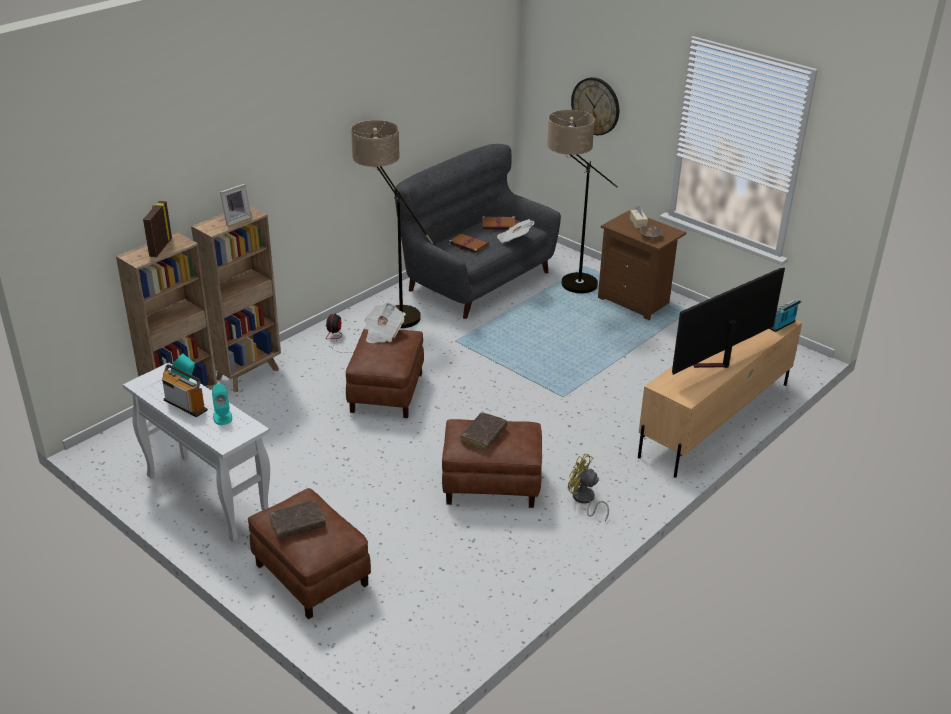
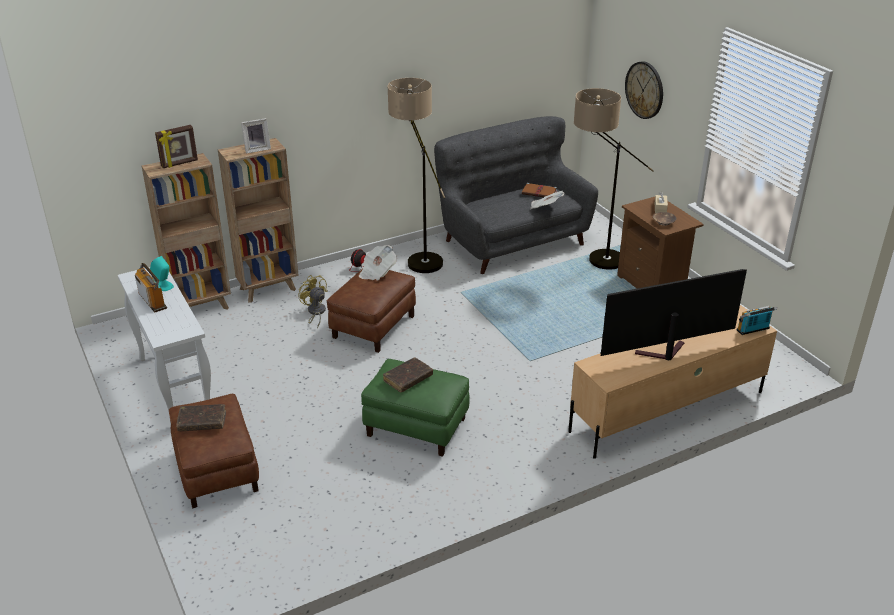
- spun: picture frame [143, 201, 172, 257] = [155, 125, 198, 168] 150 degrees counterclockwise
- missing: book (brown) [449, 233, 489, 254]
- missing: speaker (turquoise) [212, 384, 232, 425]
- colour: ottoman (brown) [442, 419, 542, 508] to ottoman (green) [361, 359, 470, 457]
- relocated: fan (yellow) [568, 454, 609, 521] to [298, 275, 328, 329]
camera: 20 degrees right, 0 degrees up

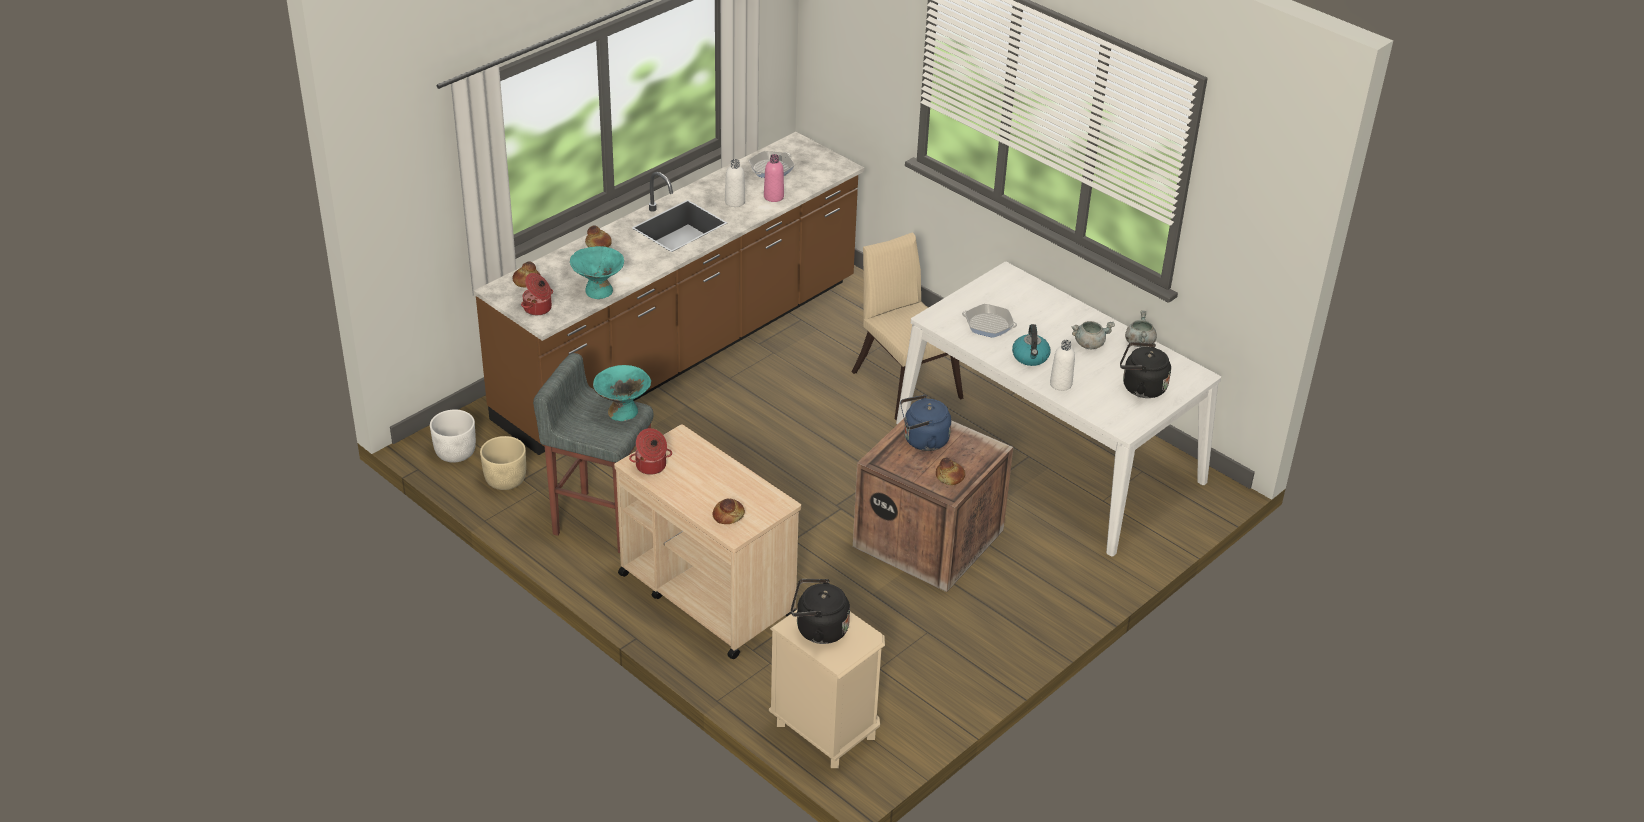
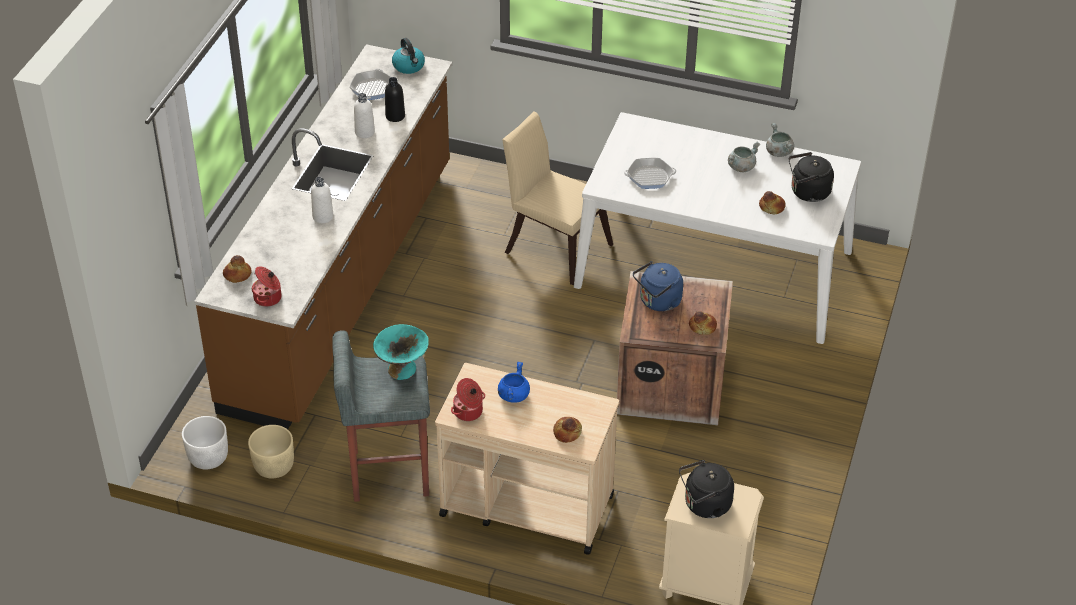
- colour: bottle (pink) [764, 154, 784, 202] to bottle (black) [385, 77, 405, 122]
- relocated: bread [585, 225, 612, 247] to [759, 191, 786, 214]
- missing: bowl (turquoise) [570, 246, 624, 299]
- relocated: kettle [1012, 324, 1051, 366] to [392, 38, 425, 74]
- relocated: bottle (white) [1050, 340, 1075, 391] to [311, 177, 334, 223]
- appeared: cooking pot (blue) [498, 362, 530, 403]
camera: 25 degrees left, 5 degrees up

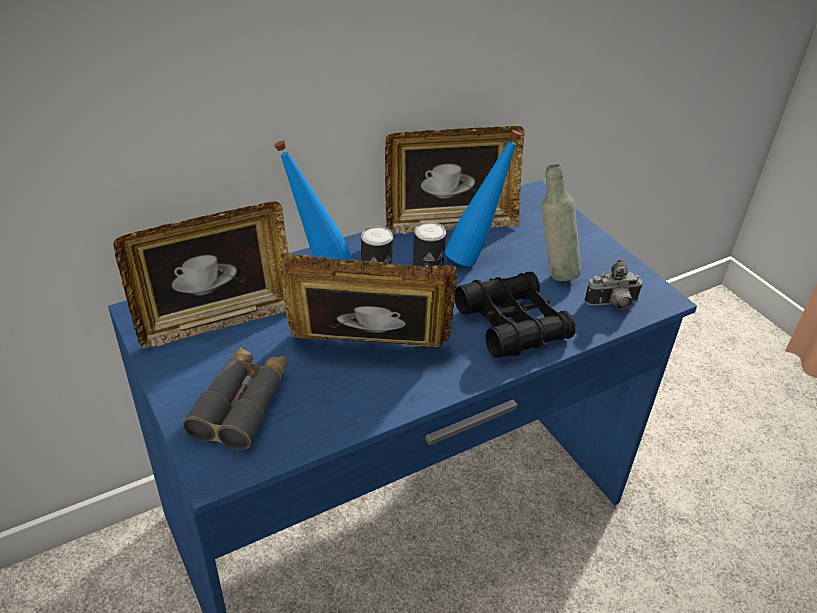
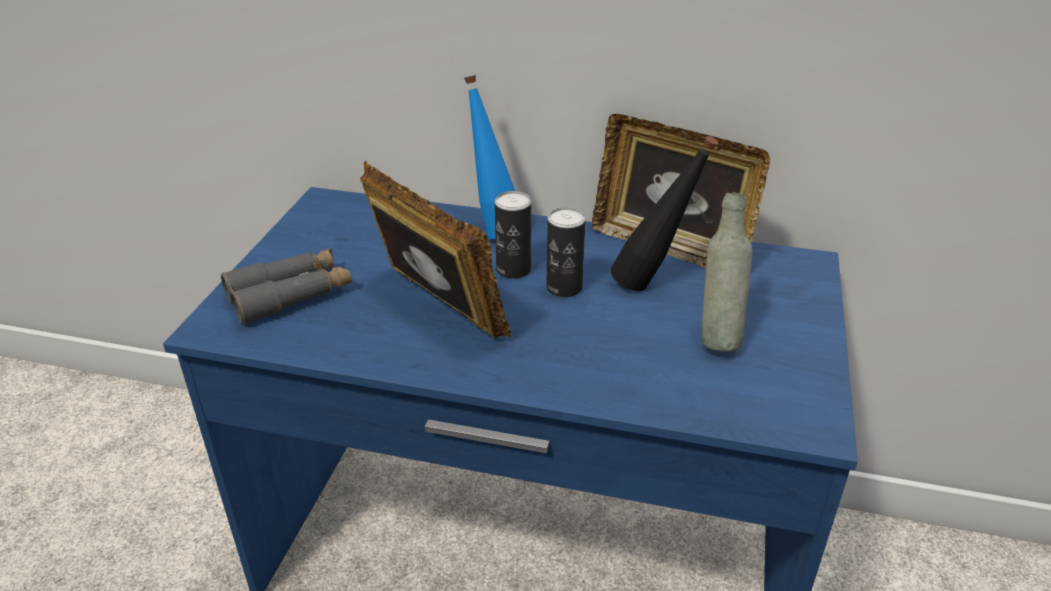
- colour: bottle (blue) [445, 130, 522, 266] to bottle (black) [611, 136, 718, 291]
- missing: picture frame [114, 202, 289, 349]
- missing: photo camera [585, 259, 643, 309]
- missing: binoculars (black) [455, 271, 575, 358]
camera: 45 degrees right, 5 degrees down

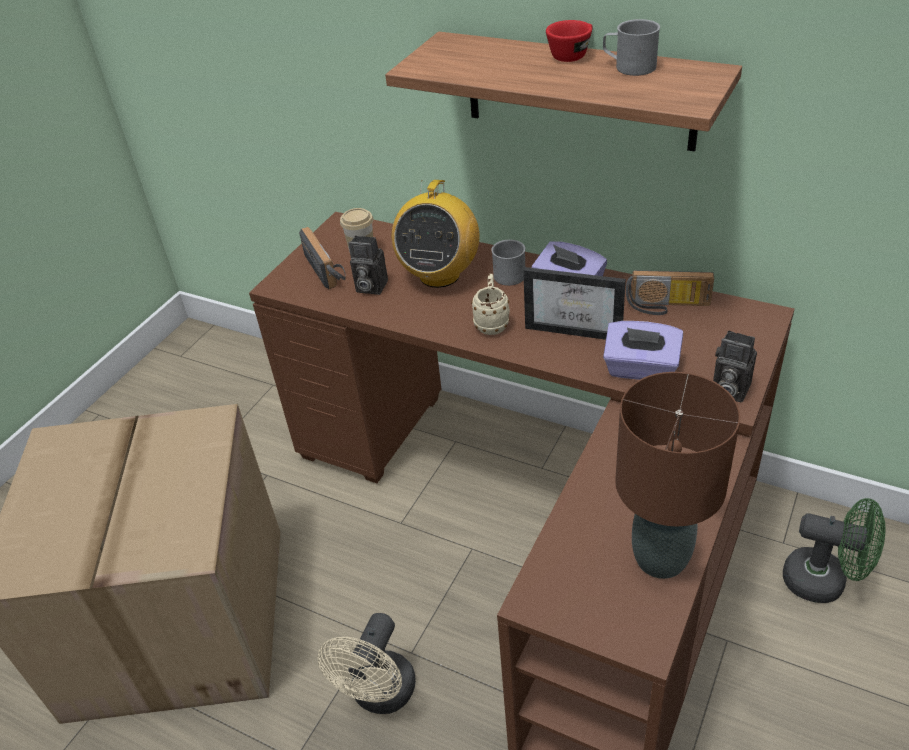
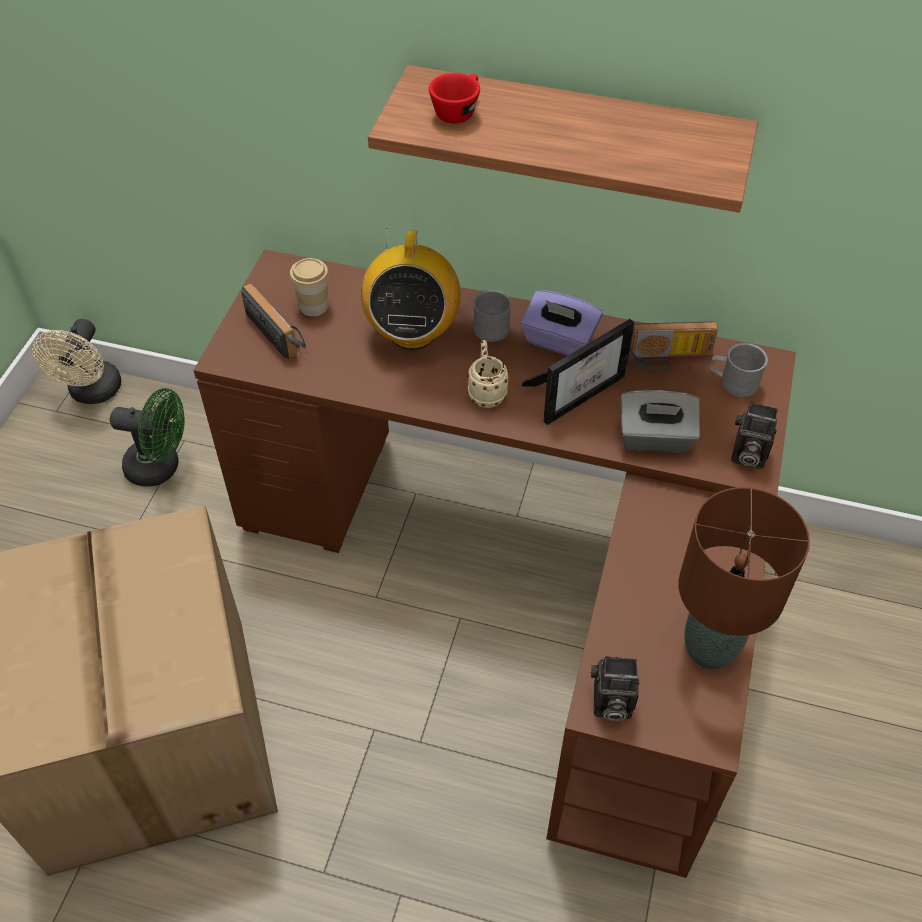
- relocated: mug (grey) [603, 19, 660, 76] to [710, 343, 768, 397]
- relocated: cup (red) [546, 20, 593, 62] to [429, 73, 480, 124]
- relocated: photo camera [349, 235, 388, 295] to [591, 656, 640, 721]
- spun: picture frame [523, 267, 626, 340] = [522, 319, 634, 425] 45 degrees counterclockwise
- colour: tissue box (purple) [603, 321, 683, 380] to tissue box (grey) [621, 390, 700, 453]
- relocated: fan (green) [783, 498, 885, 603] to [110, 388, 185, 487]
- relocated: fan (beige) [318, 613, 416, 714] to [32, 319, 121, 404]
camera: 15 degrees left, 10 degrees up

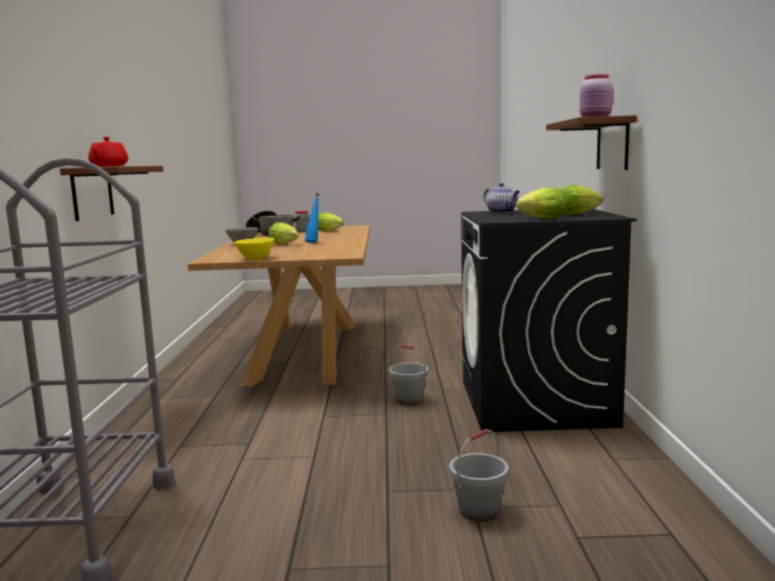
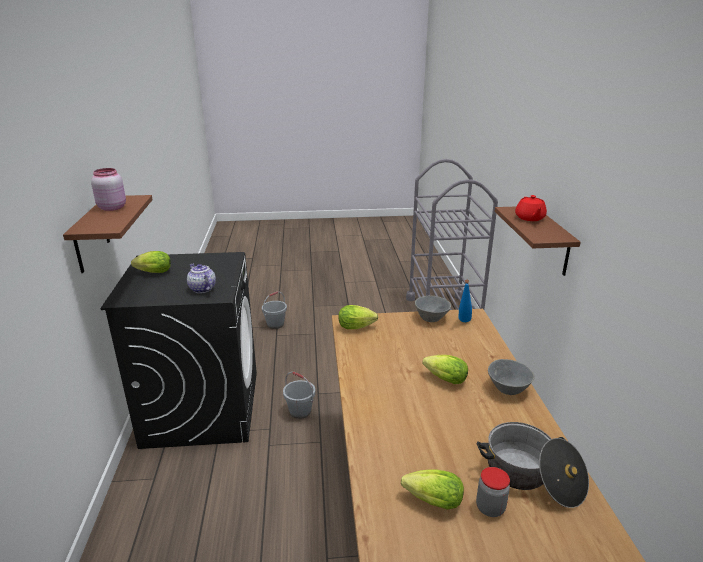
- relocated: lettuce [516, 188, 566, 219] to [339, 305, 378, 329]
- relocated: bottle (blue) [305, 193, 319, 243] to [459, 280, 472, 322]
- colour: bowl (yellow) [234, 238, 274, 260] to bowl (grey) [415, 296, 451, 322]
camera: 175 degrees right, 15 degrees up

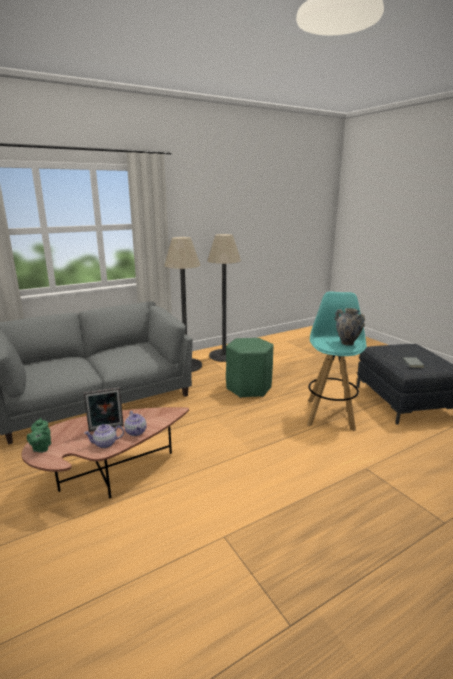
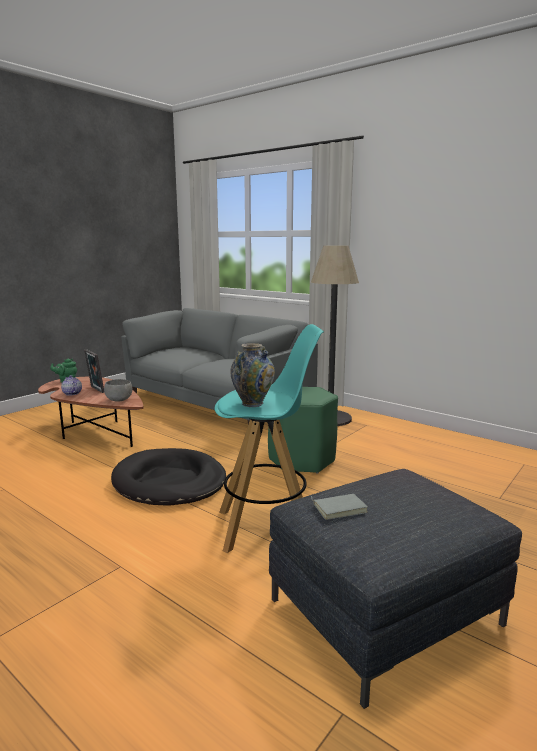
- missing: floor lamp [207, 234, 241, 362]
- missing: teapot [124, 411, 147, 436]
- appeared: bowl (grey) [104, 379, 132, 402]
- appeared: dog bed (black) [111, 448, 226, 506]
camera: 70 degrees right, 5 degrees down

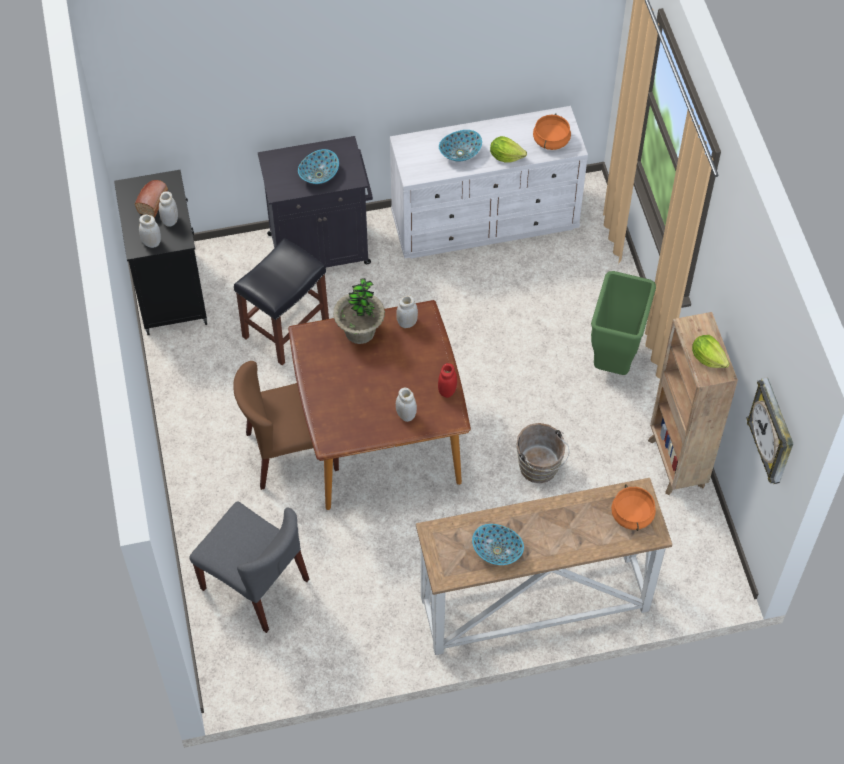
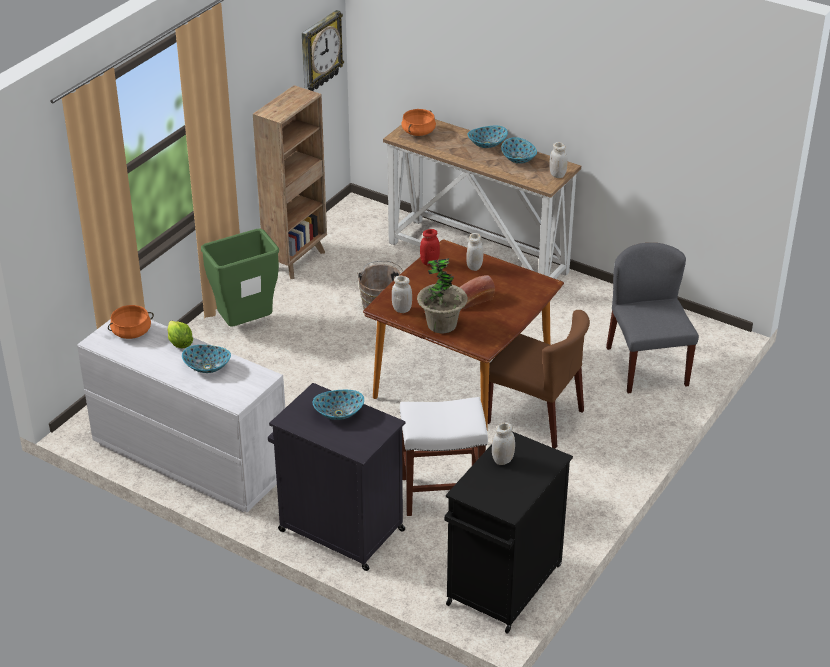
- relocated: bread [135, 180, 168, 218] to [460, 275, 495, 309]
- relocated: jar (white) [139, 214, 161, 248] to [549, 142, 567, 178]
- colour: stool (black) [234, 238, 329, 365] to stool (white) [400, 397, 488, 516]
- missing: lettuce [692, 335, 730, 368]
- appeared: bowl [467, 126, 508, 148]
camera: 135 degrees left, 20 degrees down

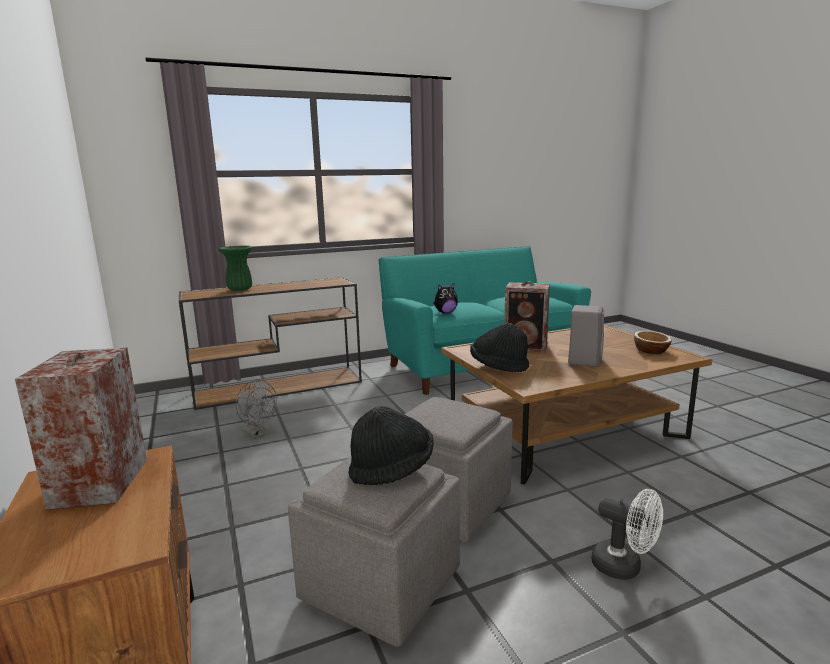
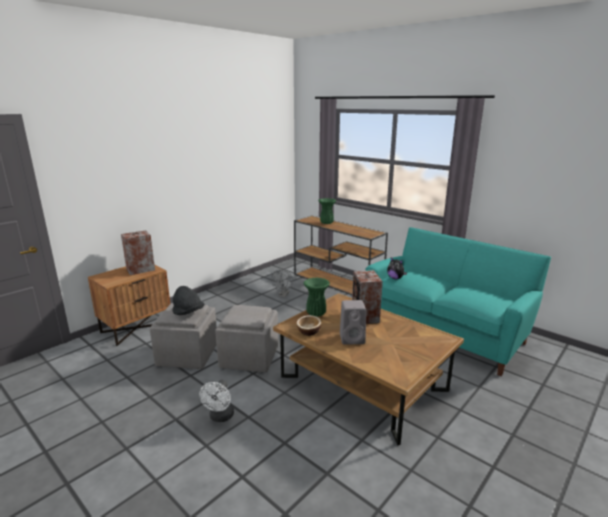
- exchanged: hat (black) [470, 323, 529, 372] to vase (green) [303, 277, 330, 317]
- relocated: bowl [634, 331, 672, 354] to [297, 315, 321, 336]
camera: 65 degrees right, 5 degrees up

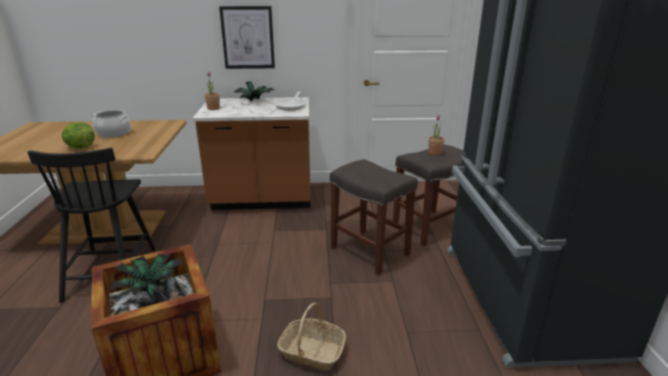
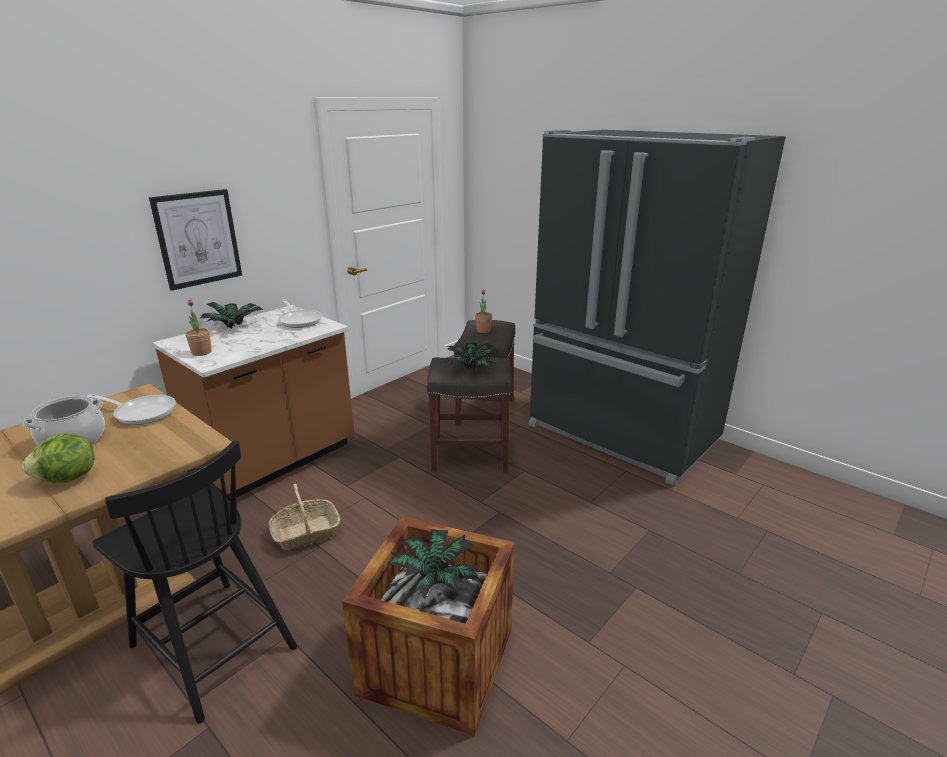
- relocated: basket [277, 302, 346, 371] to [269, 484, 340, 550]
- appeared: potted plant [448, 342, 499, 370]
- appeared: frying pan [87, 394, 176, 425]
camera: 45 degrees left, 0 degrees up

